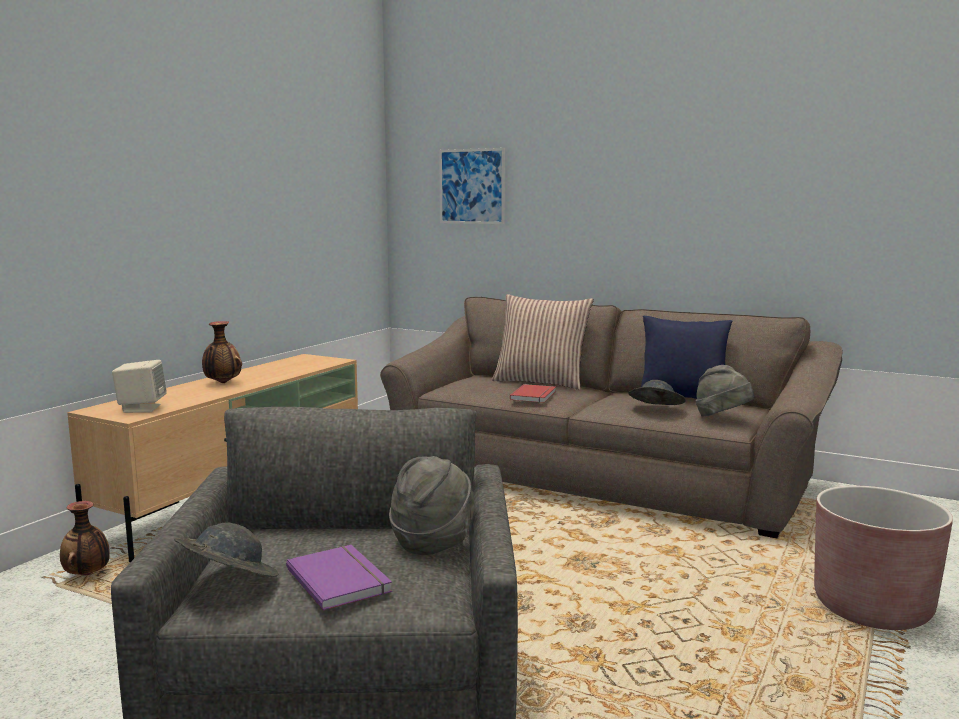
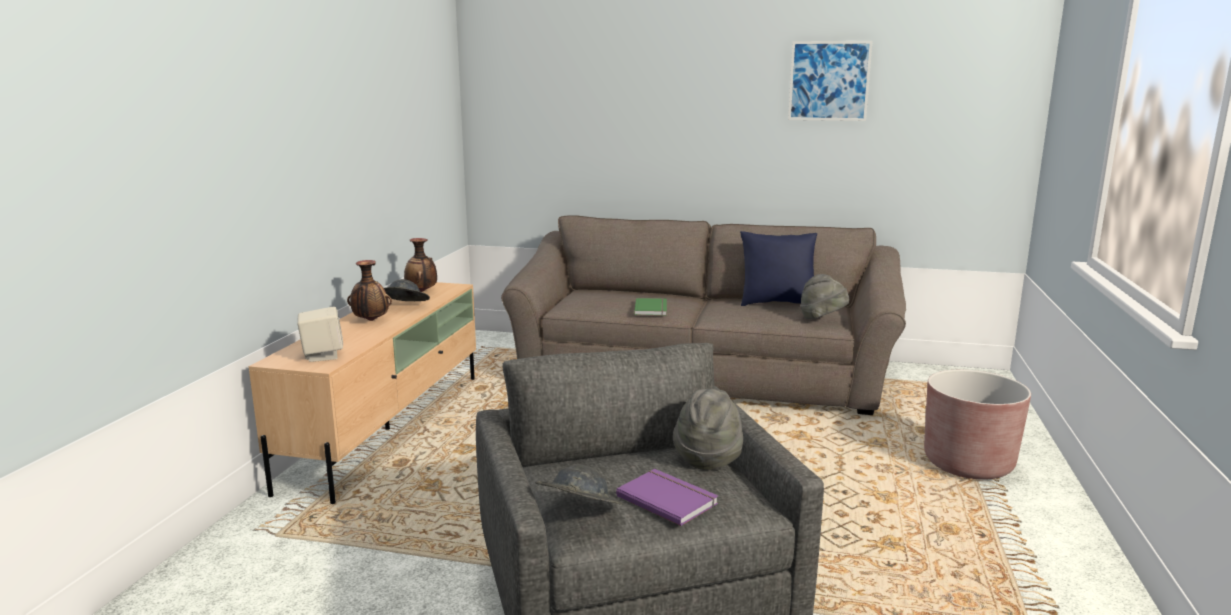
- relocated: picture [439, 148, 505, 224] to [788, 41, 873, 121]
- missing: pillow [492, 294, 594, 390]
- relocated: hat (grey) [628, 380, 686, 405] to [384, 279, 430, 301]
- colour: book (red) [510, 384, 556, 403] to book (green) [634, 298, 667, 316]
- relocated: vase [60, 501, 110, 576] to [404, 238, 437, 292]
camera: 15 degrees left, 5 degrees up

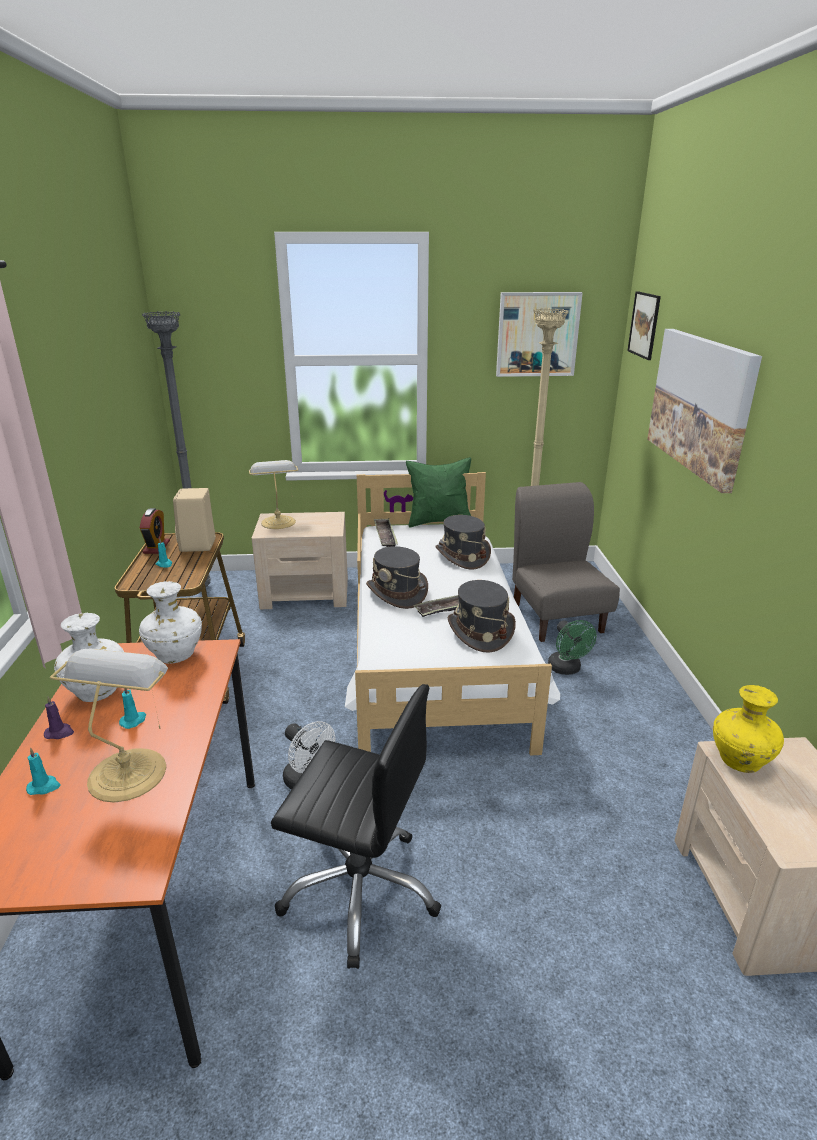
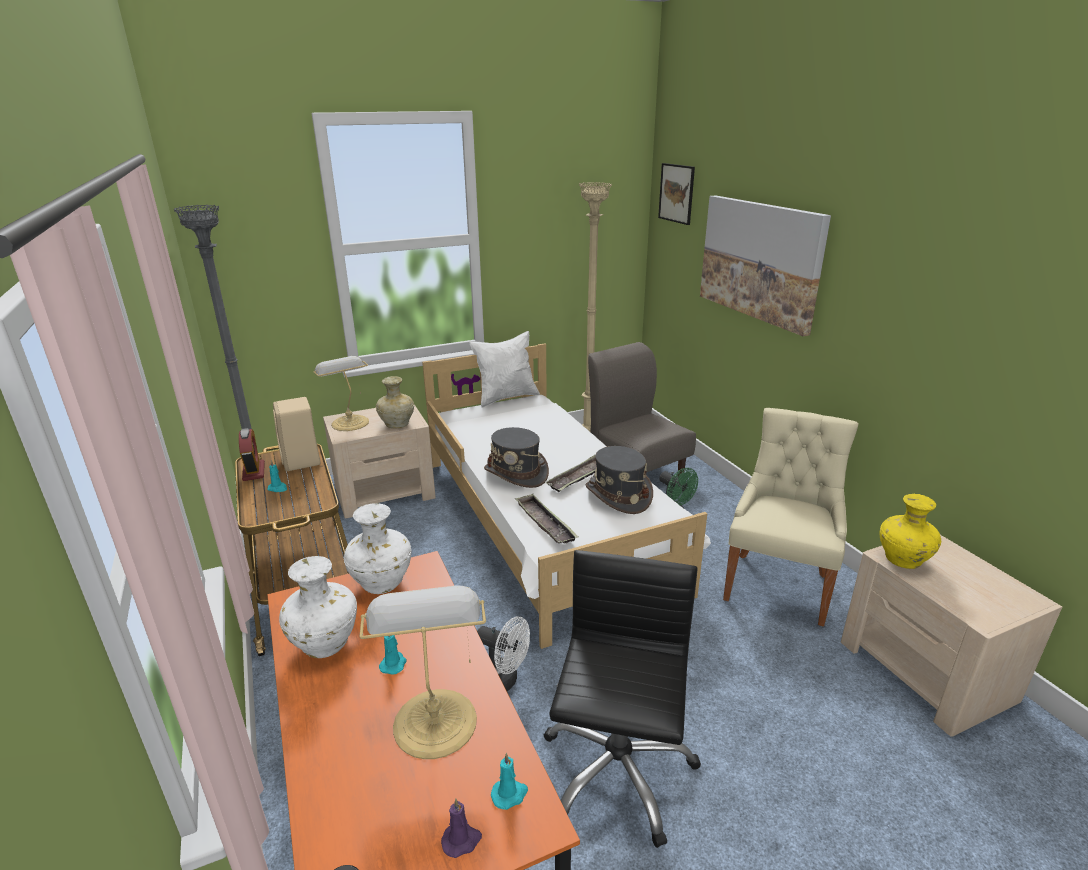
- missing: picture [496, 292, 583, 377]
- colour: pillow (green) [406, 457, 471, 527] to pillow (white) [469, 331, 540, 408]
- missing: hat (grey) [435, 515, 491, 570]
- relocated: tray [374, 519, 398, 547] to [516, 494, 579, 543]
- spun: office chair (black) [271, 684, 441, 969] = [544, 550, 701, 848] 75 degrees counterclockwise
- relocated: candle (purple) [44, 696, 74, 739] to [441, 799, 482, 858]
- relocated: candle (turquoise) [26, 748, 61, 795] to [491, 753, 528, 810]
- appeared: vase (beige) [376, 376, 414, 428]
- appeared: chair (beige) [723, 408, 859, 626]
camera: 20 degrees left, 0 degrees up

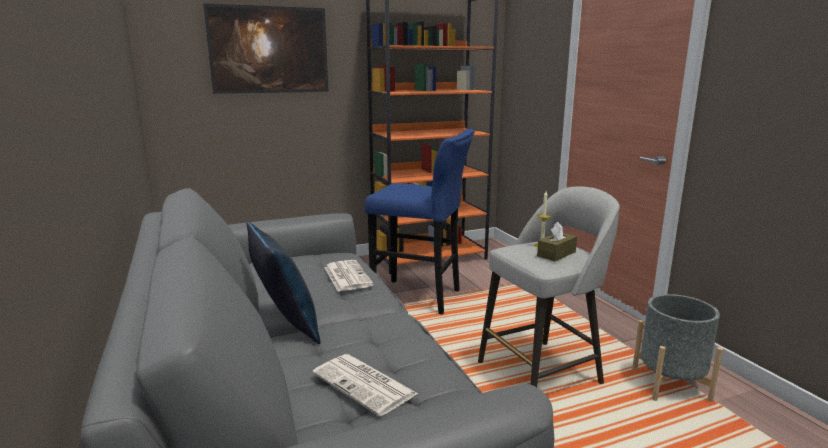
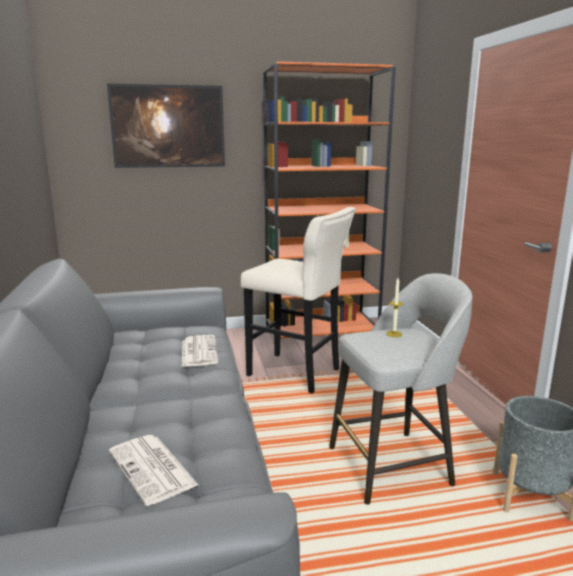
- colour: stool (blue) [365, 129, 475, 315] to stool (beige) [241, 207, 356, 394]
- missing: pillow (blue) [247, 222, 321, 344]
- missing: tissue box (brown) [537, 222, 577, 261]
camera: 10 degrees right, 0 degrees up

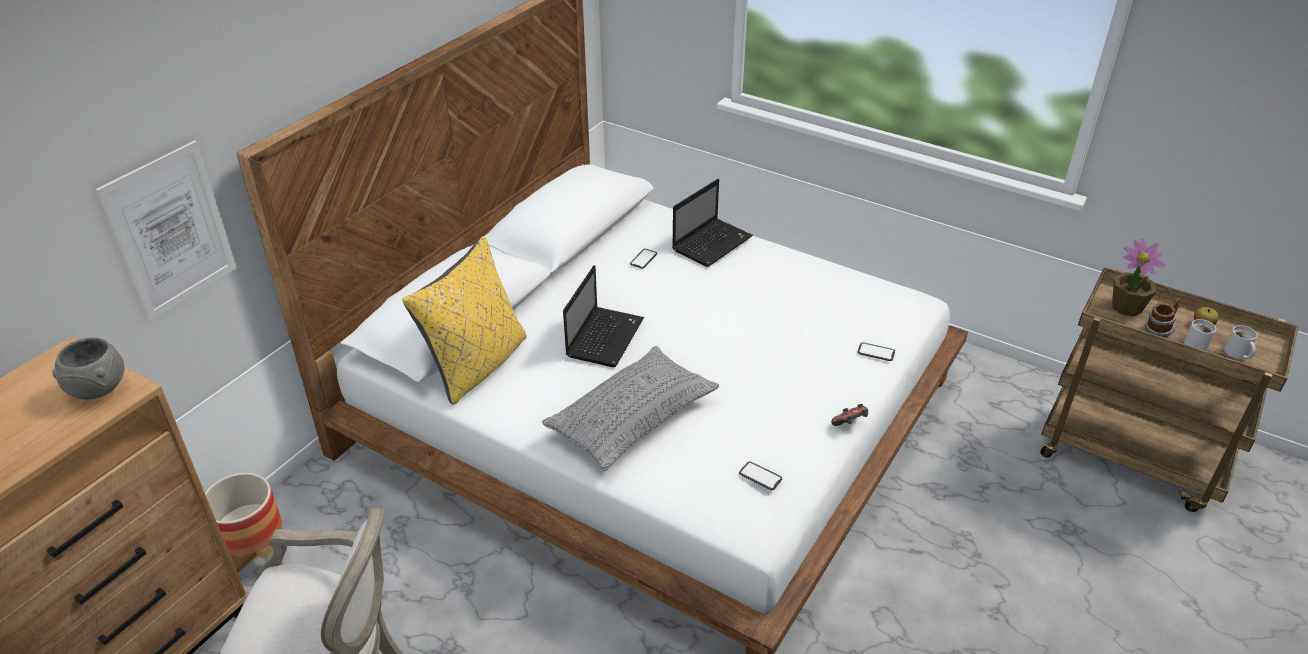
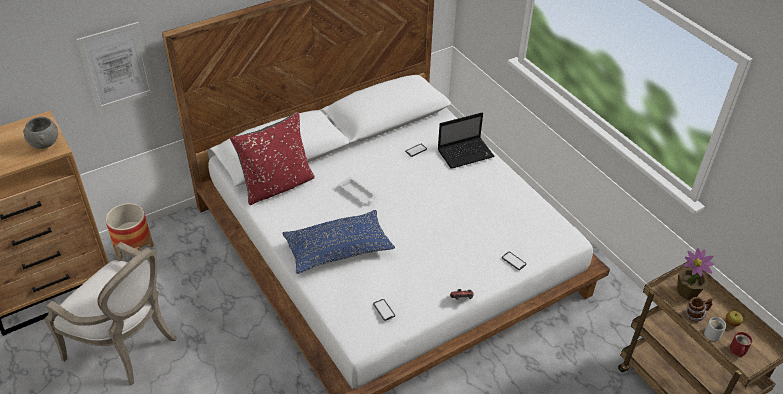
- colour: pillow (yellow) [402, 236, 527, 405] to pillow (red) [230, 112, 315, 205]
- exchanged: laptop [563, 265, 644, 367] to tray (white) [338, 177, 377, 204]
- colour: mug (white) [1224, 325, 1258, 359] to mug (red) [730, 332, 752, 357]
- colour: pillow (grey) [542, 346, 719, 471] to pillow (blue) [282, 210, 395, 274]
camera: 25 degrees right, 5 degrees up

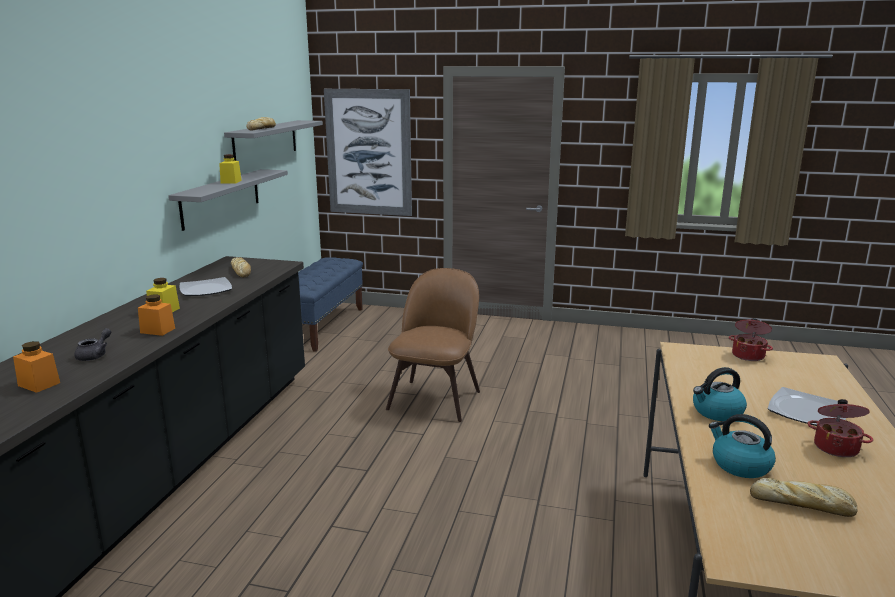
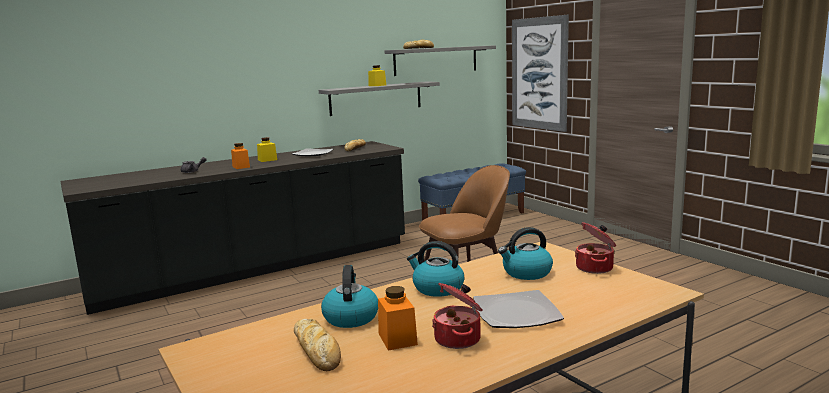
- relocated: jar (orange) [13, 341, 60, 393] to [378, 286, 418, 350]
- appeared: kettle [498, 227, 553, 280]
camera: 45 degrees right, 5 degrees down

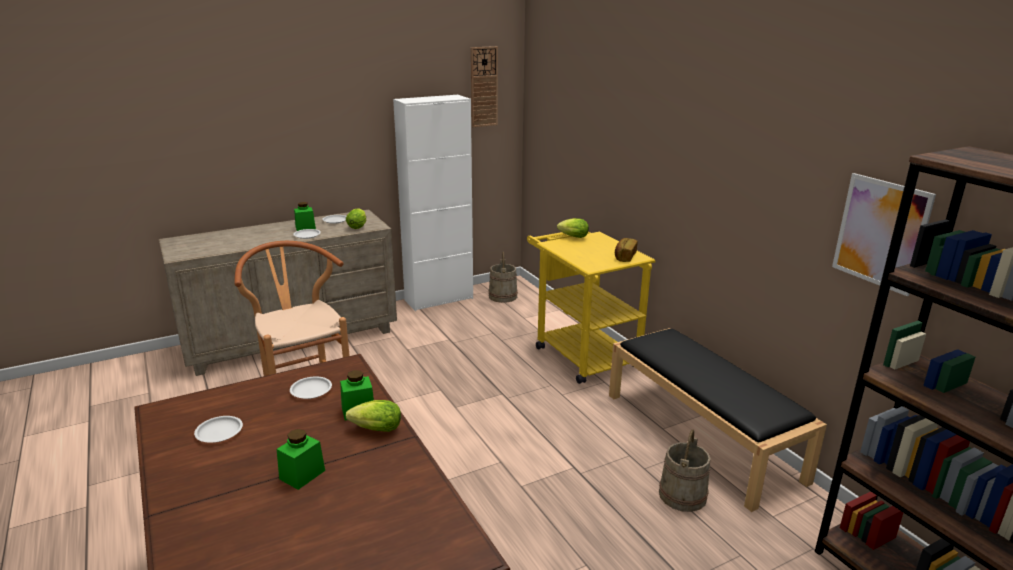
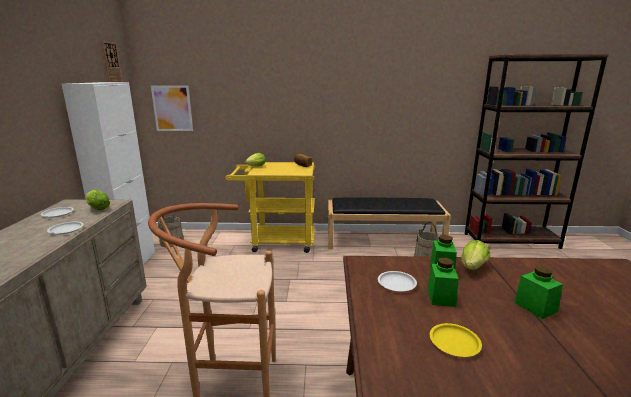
- relocated: picture [832, 173, 936, 296] to [151, 85, 193, 131]
- relocated: jar (green) [294, 202, 316, 231] to [427, 257, 459, 307]
- colour: plate (white) [194, 416, 243, 442] to plate (yellow) [430, 323, 482, 357]
camera: 60 degrees left, 5 degrees down

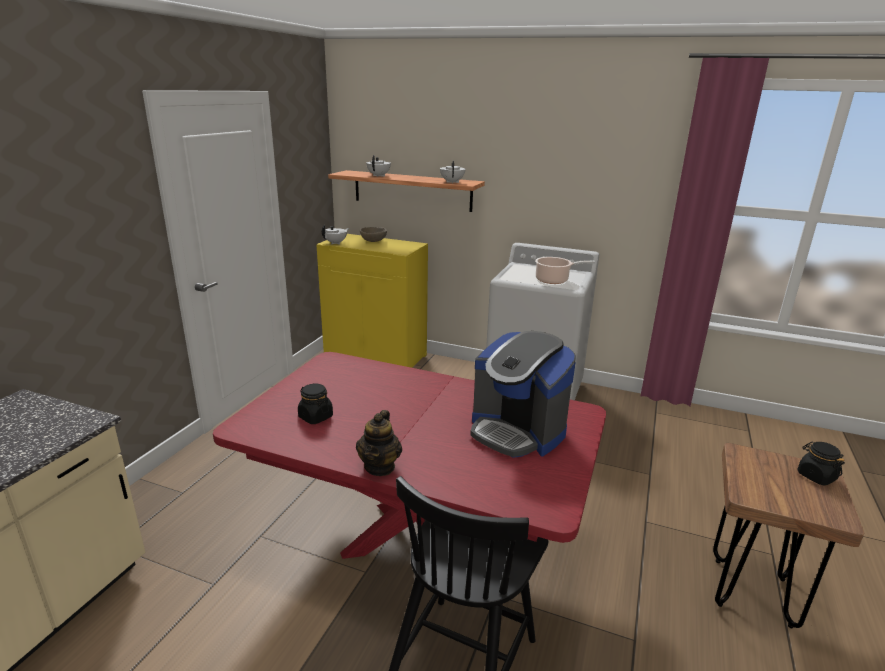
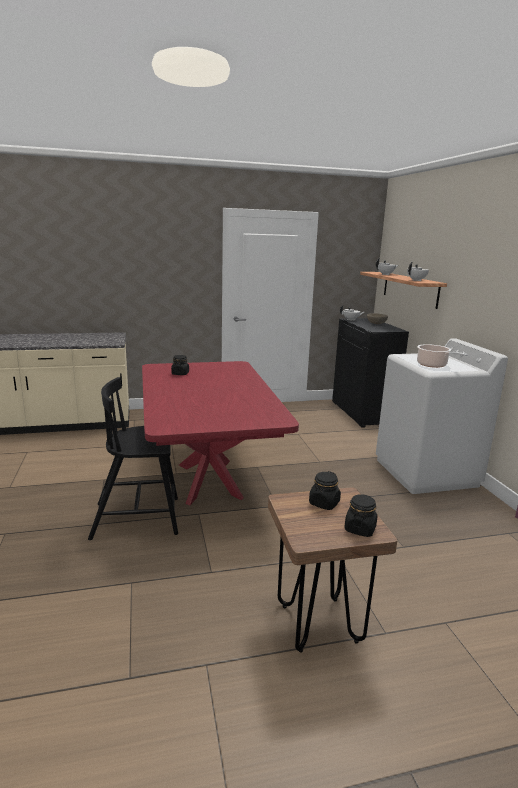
- colour: cabinet (yellow) [316, 234, 428, 368] to cabinet (black) [332, 318, 409, 428]
- missing: coffee machine [470, 331, 576, 458]
- missing: teapot [356, 410, 402, 476]
- appeared: jar (black) [309, 471, 341, 510]
camera: 55 degrees right, 5 degrees down

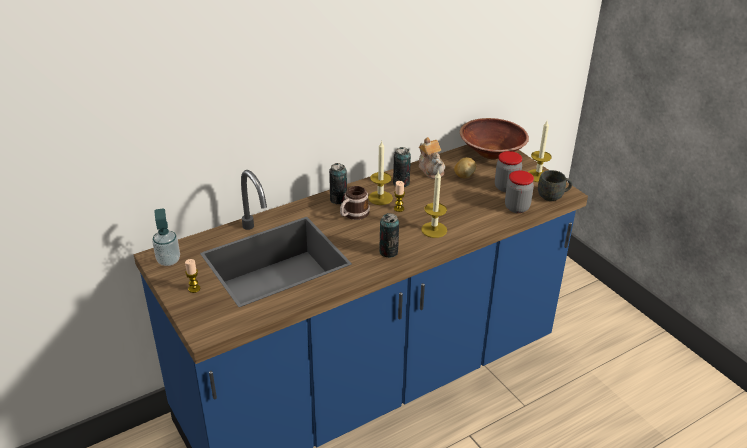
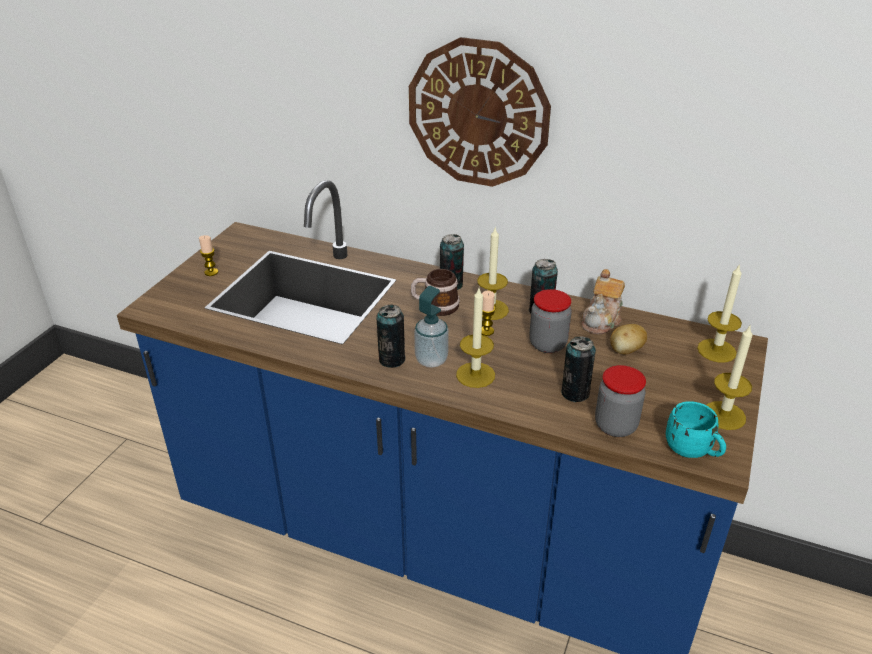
- exchanged: bowl (brown) [460, 118, 529, 159] to candle [697, 264, 742, 363]
- relocated: jar [495, 151, 522, 192] to [529, 289, 572, 353]
- colour: mug (grey) [538, 170, 572, 201] to mug (turquoise) [666, 401, 726, 458]
- relocated: soap dispenser [152, 208, 180, 266] to [414, 286, 449, 368]
- appeared: wall clock [409, 37, 551, 187]
- appeared: can [562, 336, 596, 402]
camera: 55 degrees right, 0 degrees up

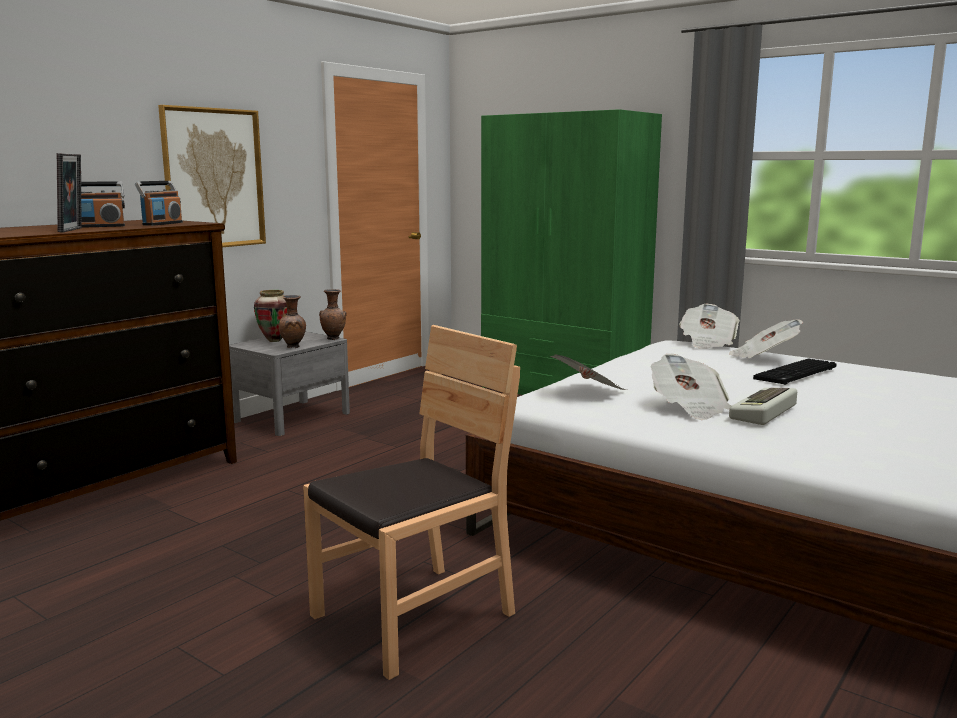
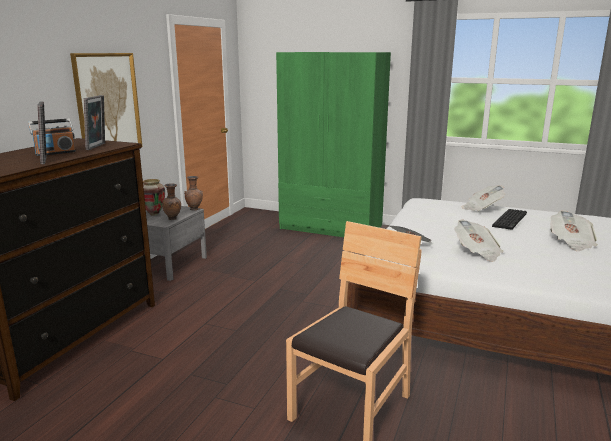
- exchanged: radio [135, 181, 183, 226] to picture frame [84, 95, 105, 150]
- relocated: newspaper [679, 304, 740, 349] to [550, 211, 598, 251]
- missing: keyboard [729, 388, 797, 425]
camera: 15 degrees left, 5 degrees up

